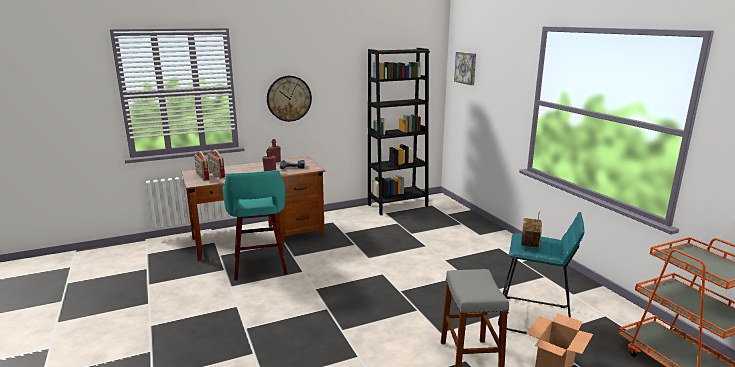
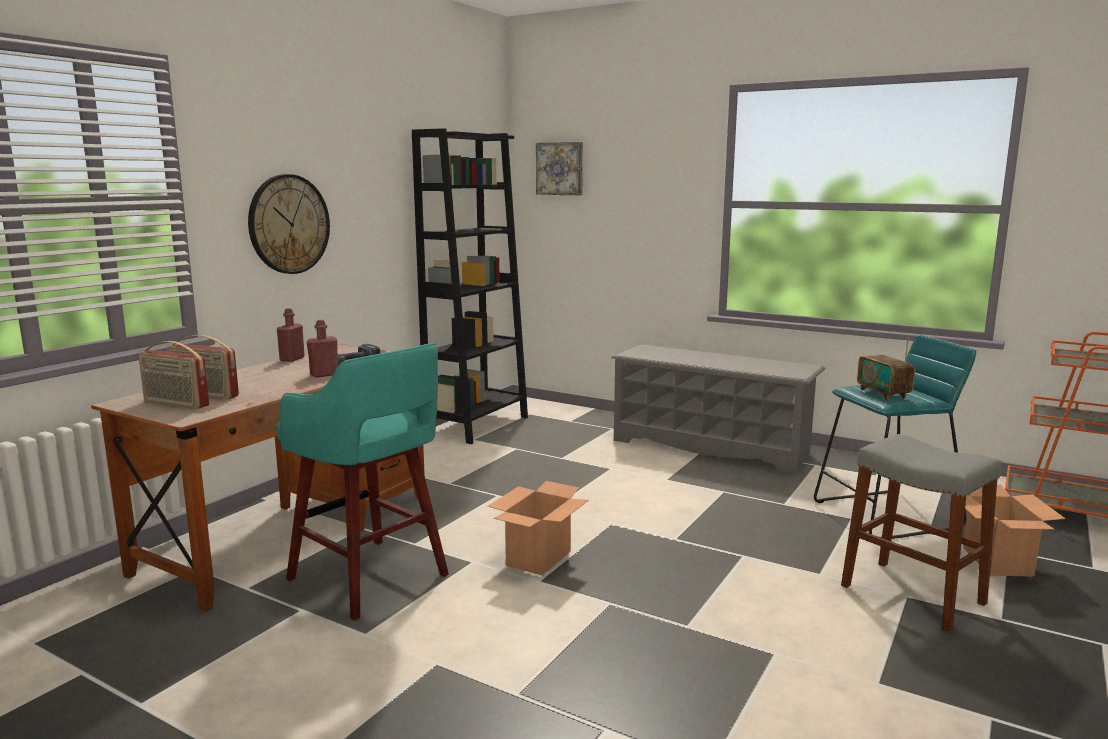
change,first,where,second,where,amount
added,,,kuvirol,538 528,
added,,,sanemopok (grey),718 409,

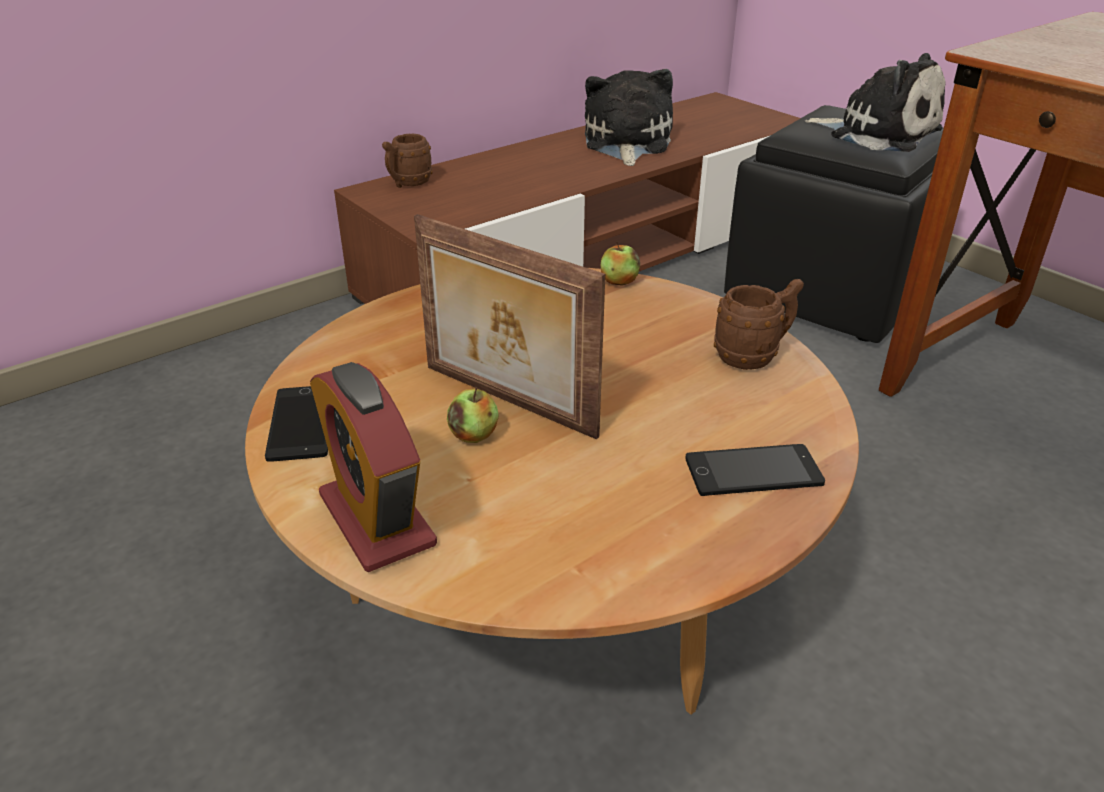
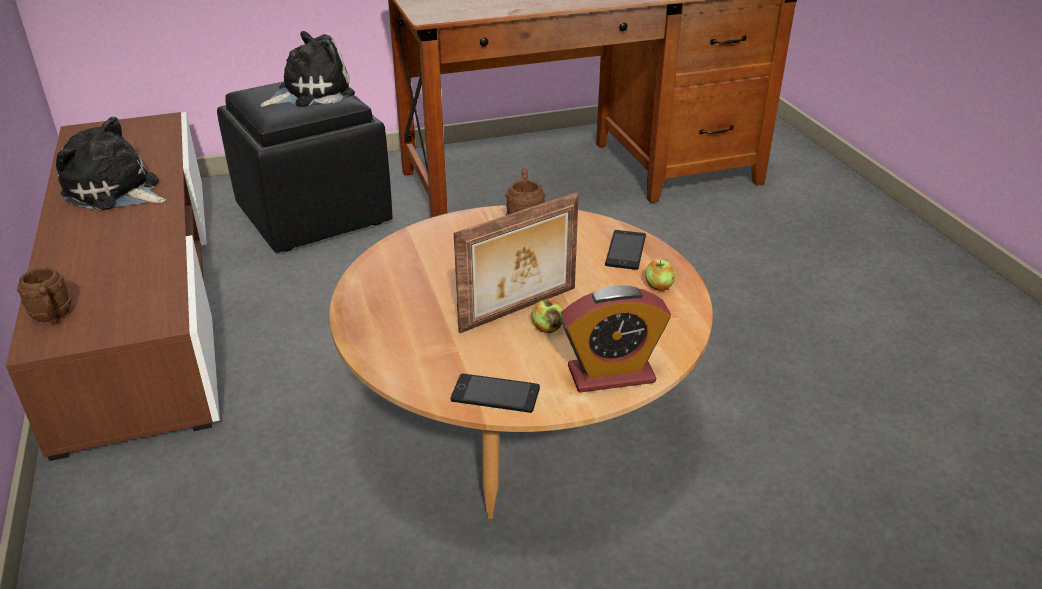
change,first,where,second,where,amount
moved,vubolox,620 263,,660 275,

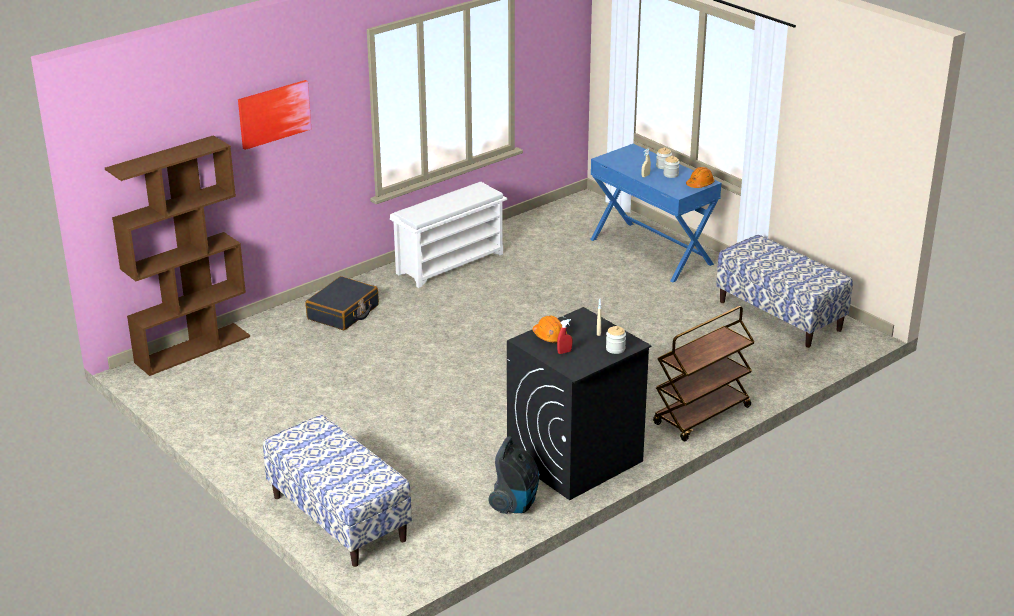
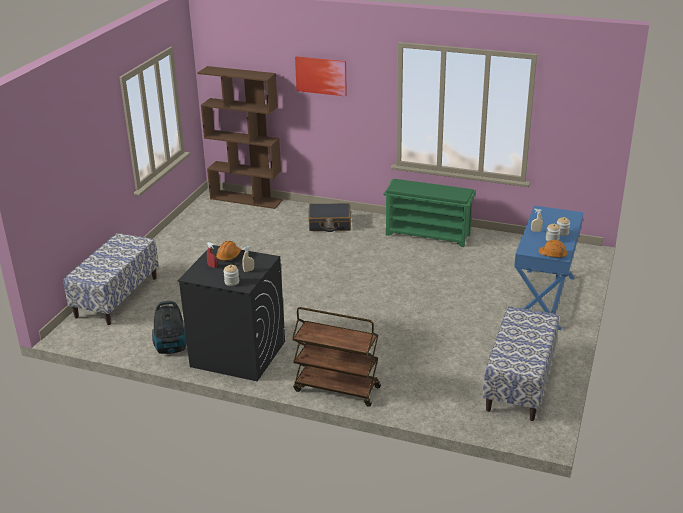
change,first,where,second,where,amount
recoloured,sanemopok (white),448 235,sanemopok (green),429 213,

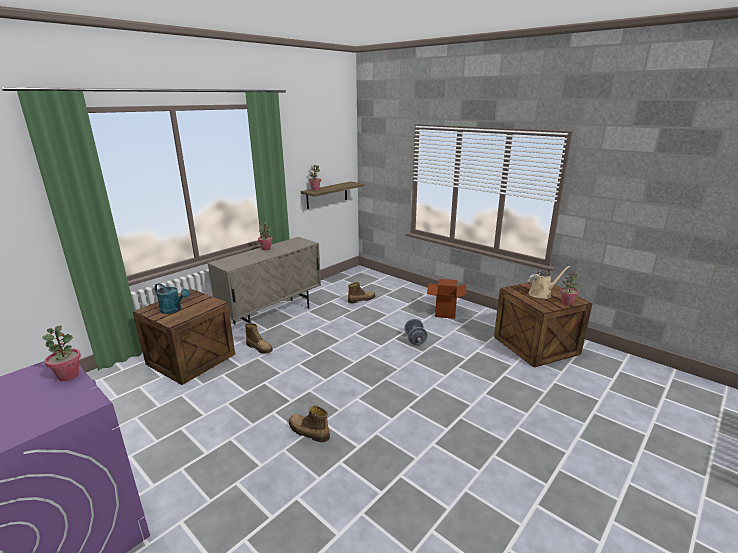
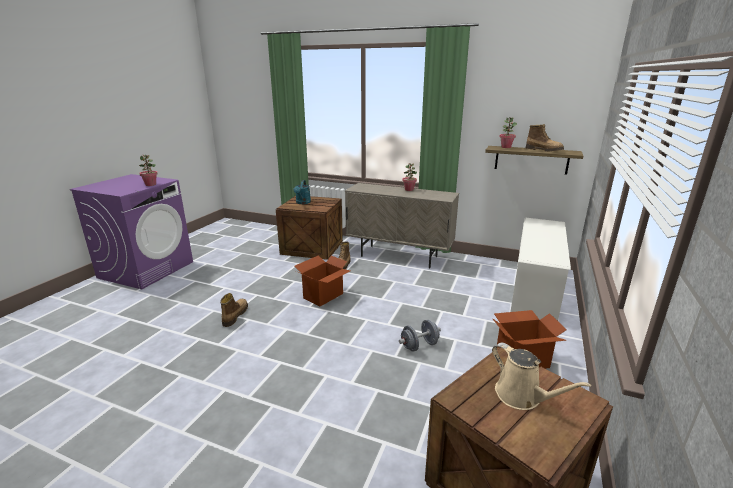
change,first,where,second,where,amount
removed,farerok,569 289,,,
added,,,kuvirol,322 280,
added,,,sanemopok (white),540 269,
moved,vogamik,361 292,,545 138,

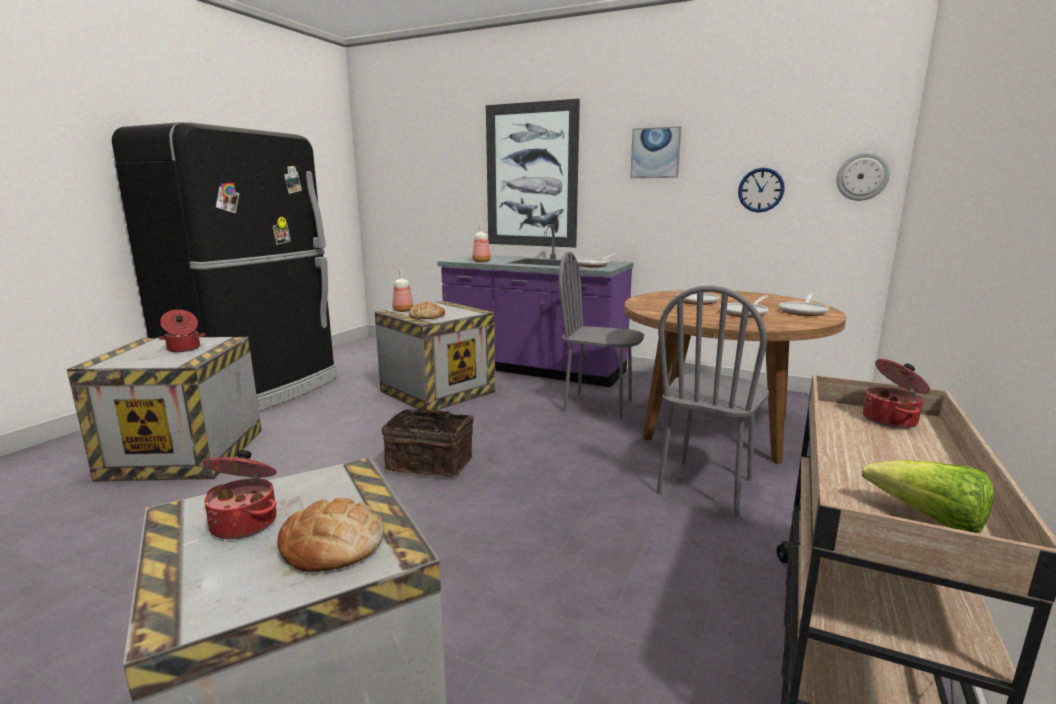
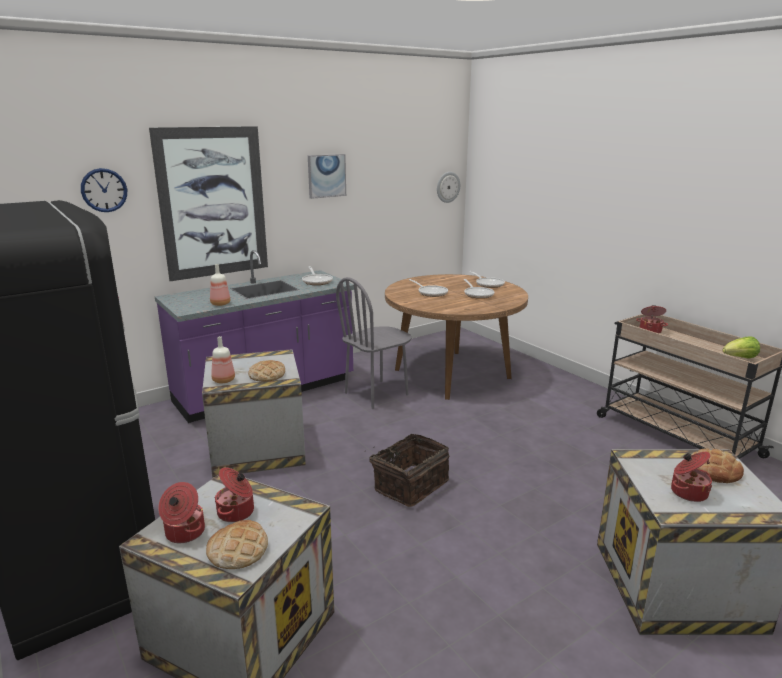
change,first,where,second,where,amount
removed,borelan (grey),713 401,,,
added,,,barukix,181 512,
added,,,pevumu,237 544,
moved,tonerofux,761 190,,104 190,

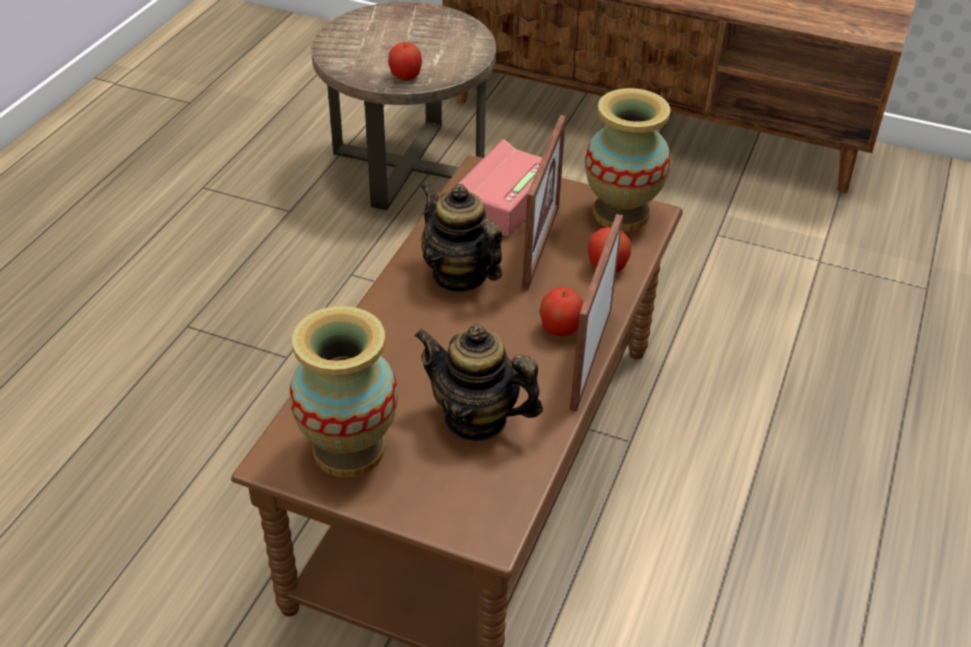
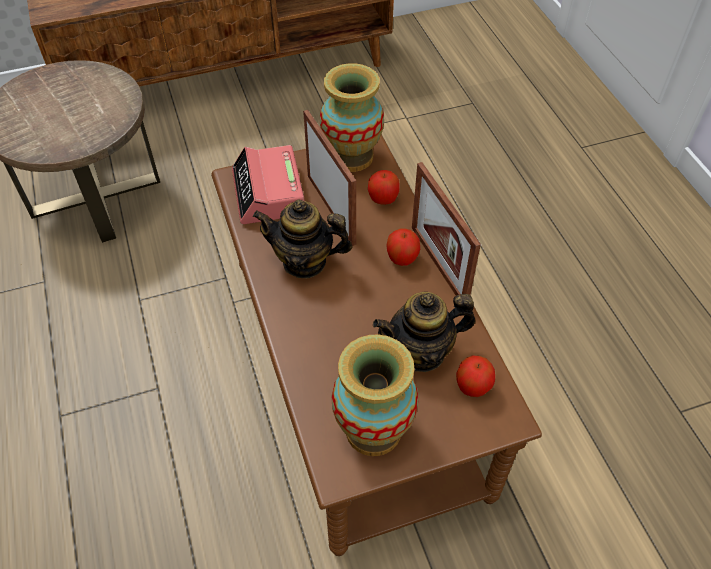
change,first,where,second,where,amount
moved,vubolox,405 61,,475 376,

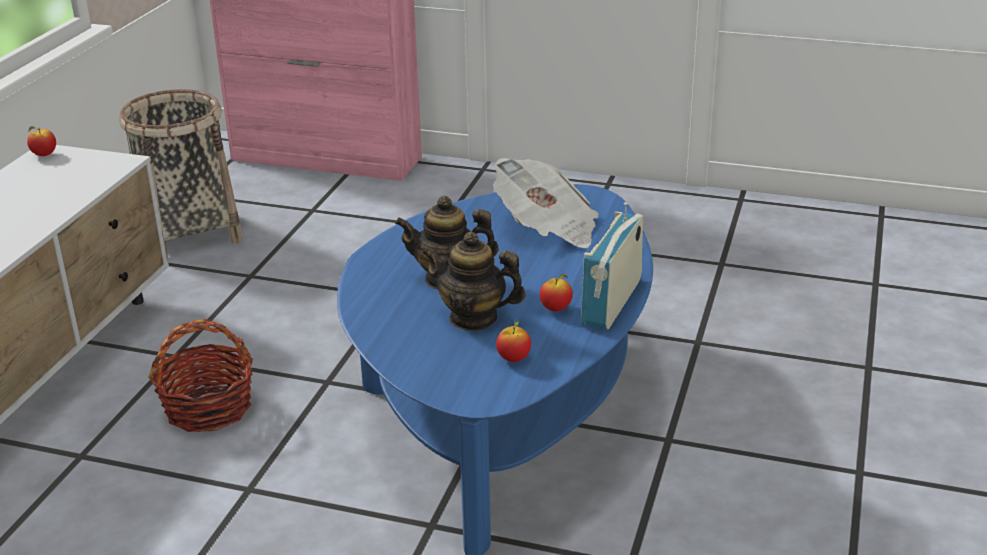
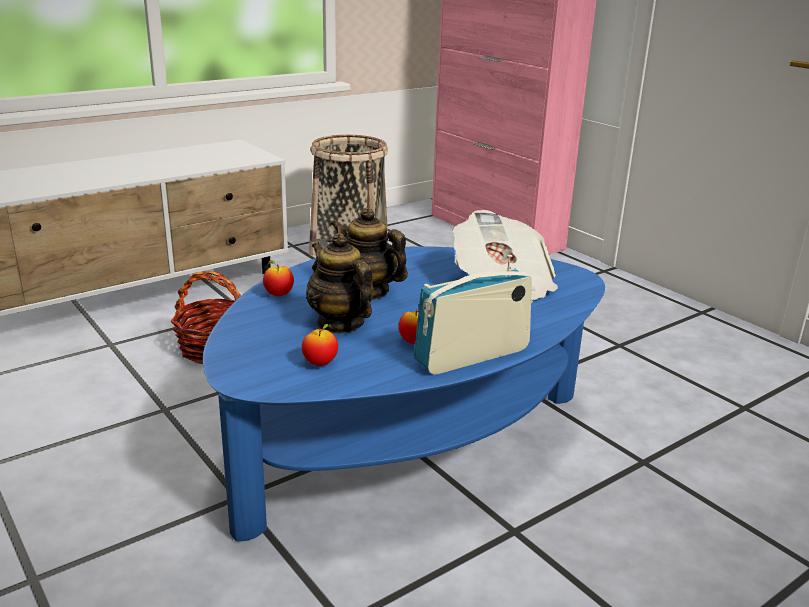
change,first,where,second,where,amount
moved,vubolox,41 141,,278 278,

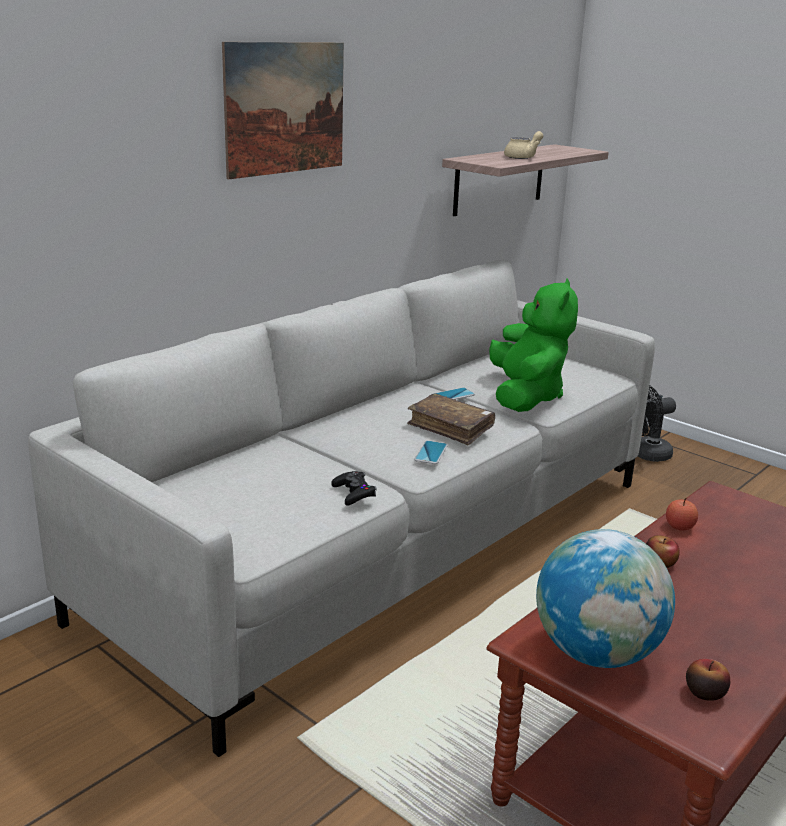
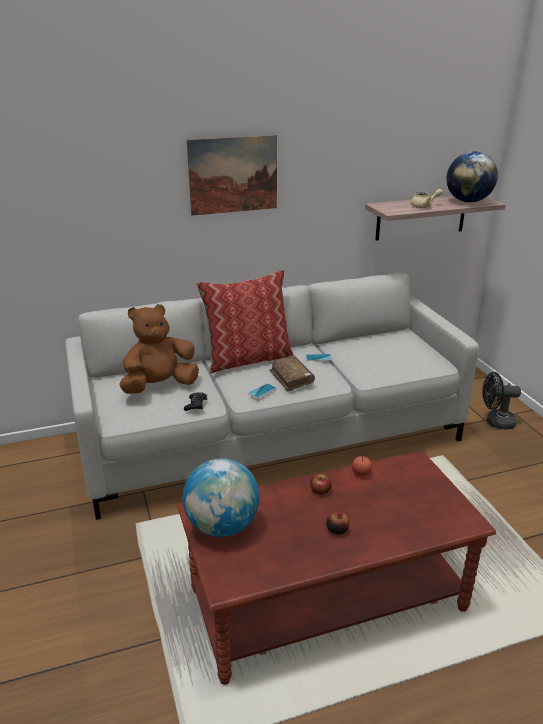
change,first,where,second,where,amount
removed,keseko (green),533 345,,,
added,,,keseko (brown),159 349,
added,,,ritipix,245 321,
added,,,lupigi,472 177,
moved,vubolox,708 680,,338 523,

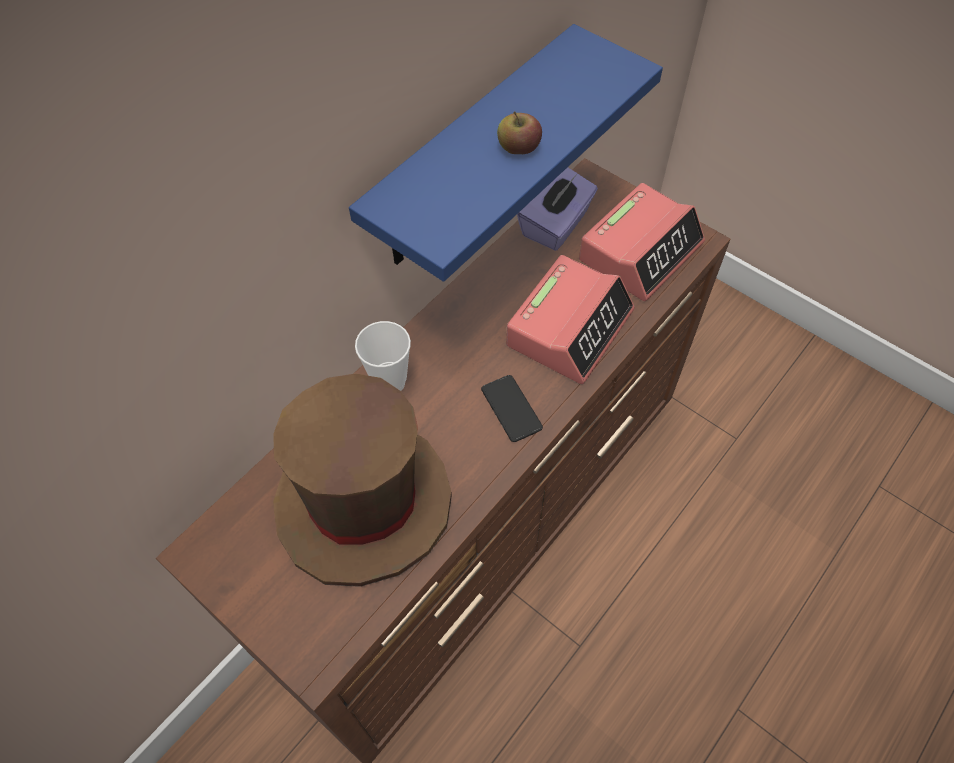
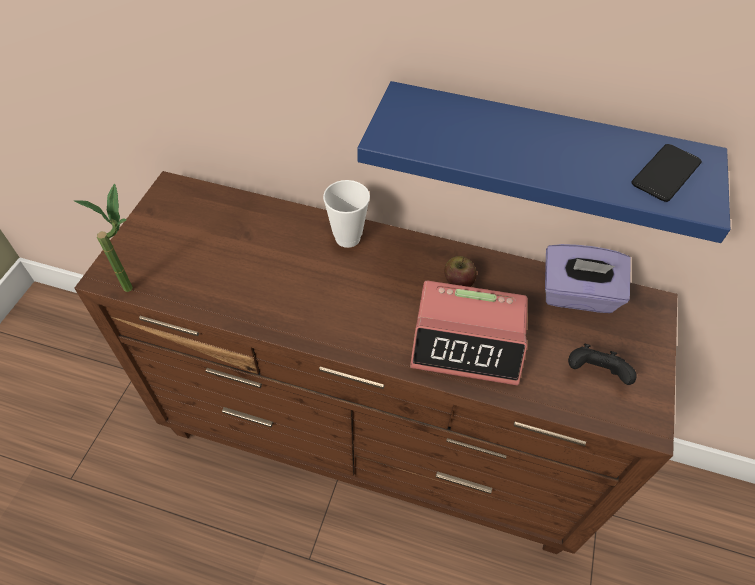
change,first,where,second,where,amount
removed,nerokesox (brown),362 480,,,
added,,,farerok,103 237,
moved,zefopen,512 408,,667 173,
moved,vubolox,519 132,,460 271,
replaced,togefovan,642 242,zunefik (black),602 364,

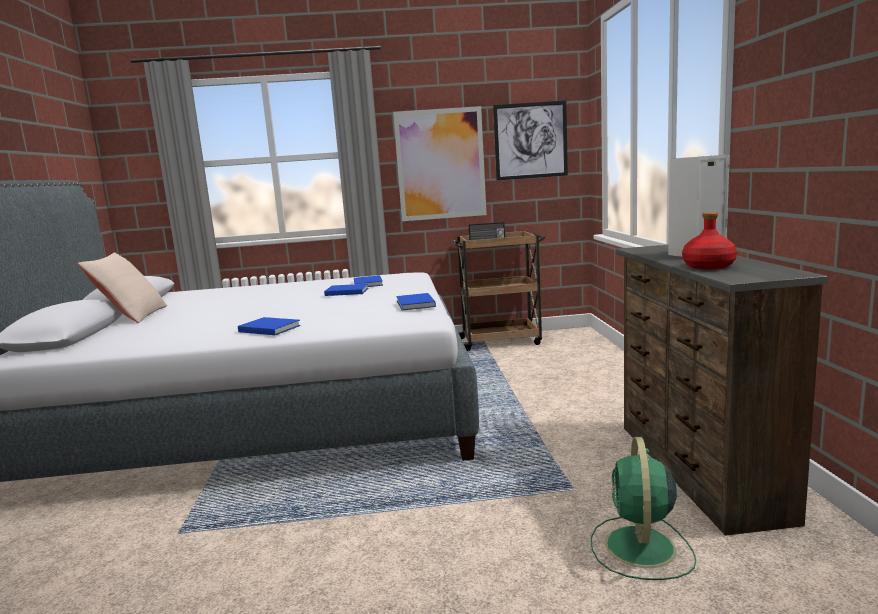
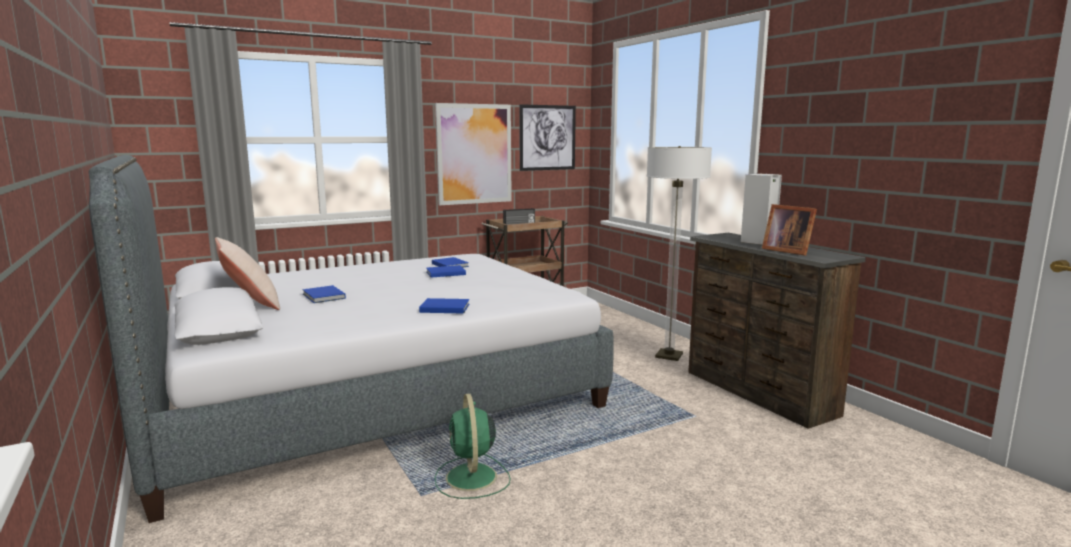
change,first,where,second,where,amount
added,,,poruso,679 253,
moved,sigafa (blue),416 301,,324 294,
moved,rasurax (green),643 508,,473 446,
replaced,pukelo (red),709 240,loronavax,789 230,

